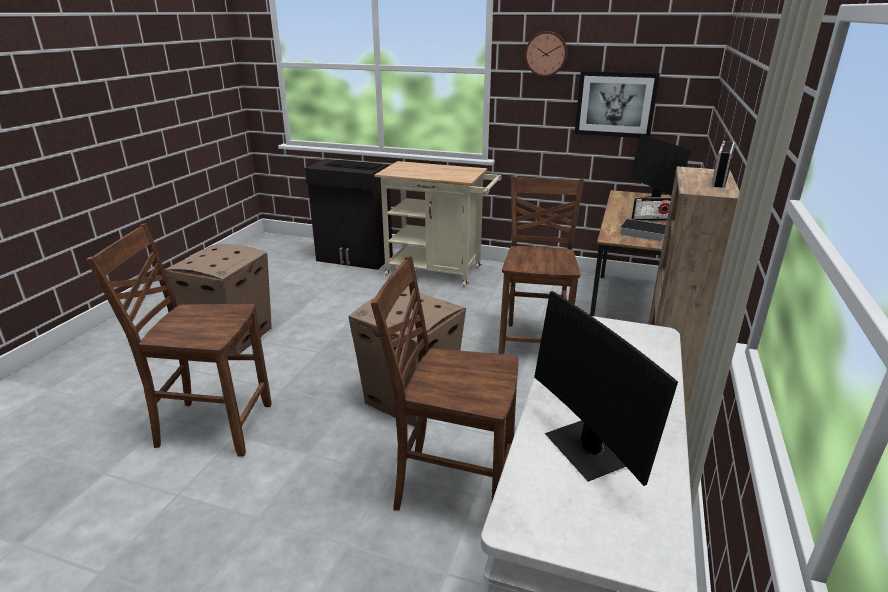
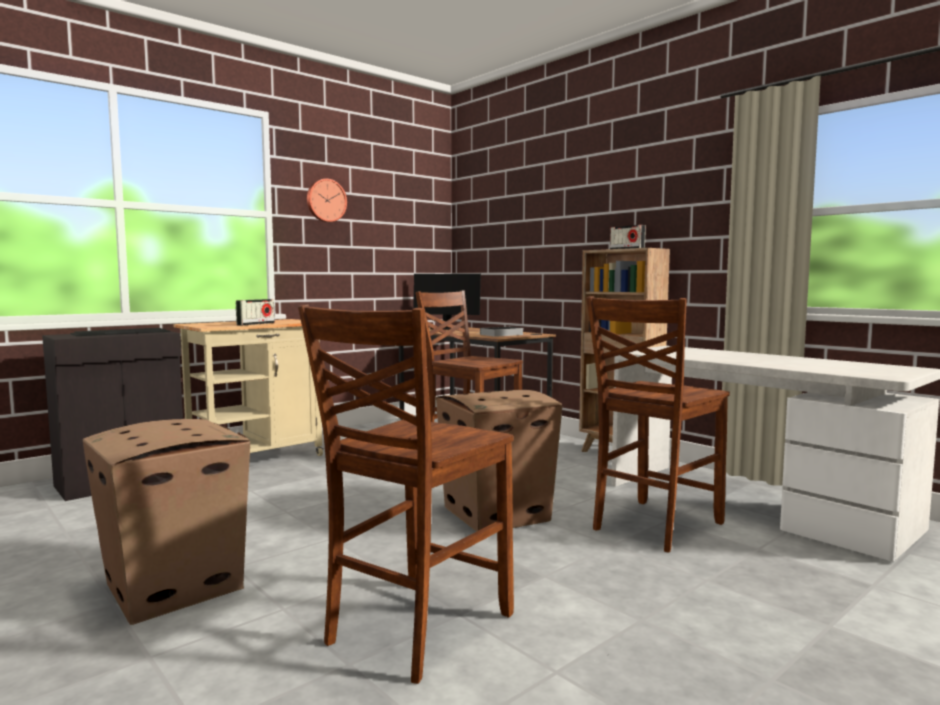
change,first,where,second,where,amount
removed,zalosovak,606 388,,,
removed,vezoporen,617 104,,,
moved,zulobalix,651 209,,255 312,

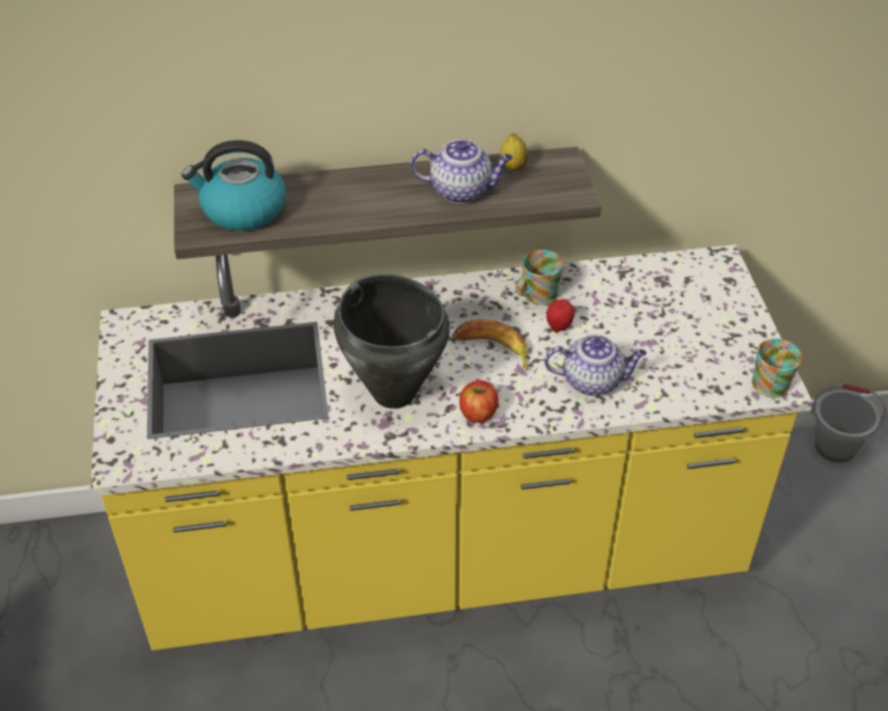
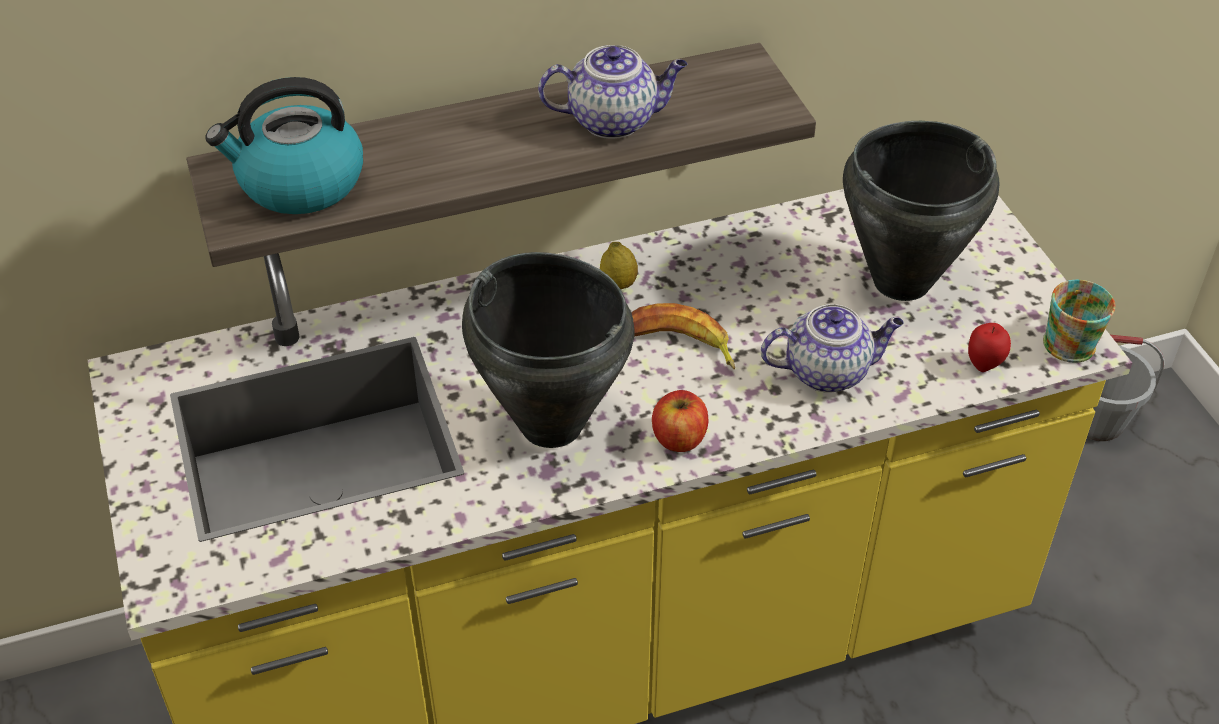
change,first,where,second,where,amount
removed,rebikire,539 277,,,
added,,,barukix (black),921 211,
moved,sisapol,514 151,,619 265,
moved,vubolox,560 315,,989 347,

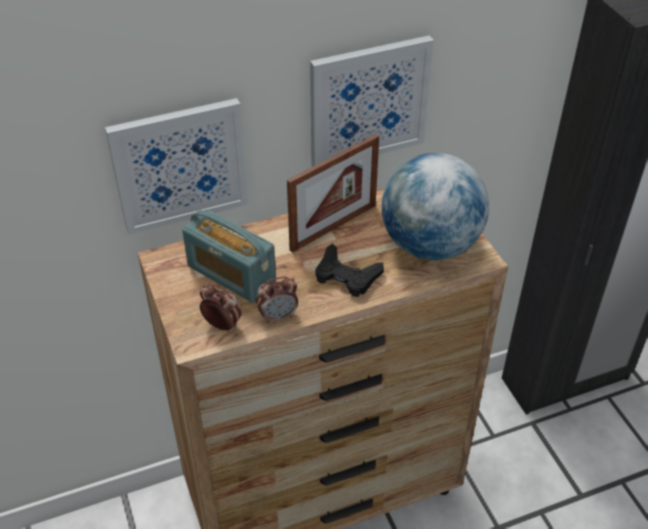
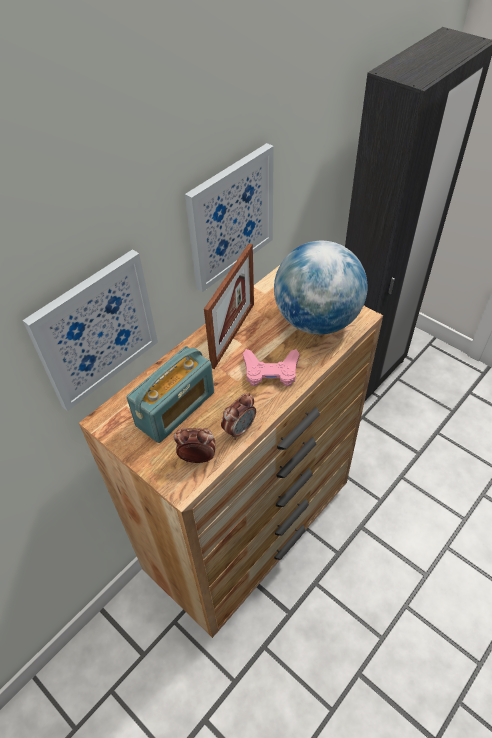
change,first,where,second,where,amount
recoloured,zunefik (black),349 270,zunefik (pink),271 368,
turned,zulobalix,229 256,,170 394,60 degrees counterclockwise

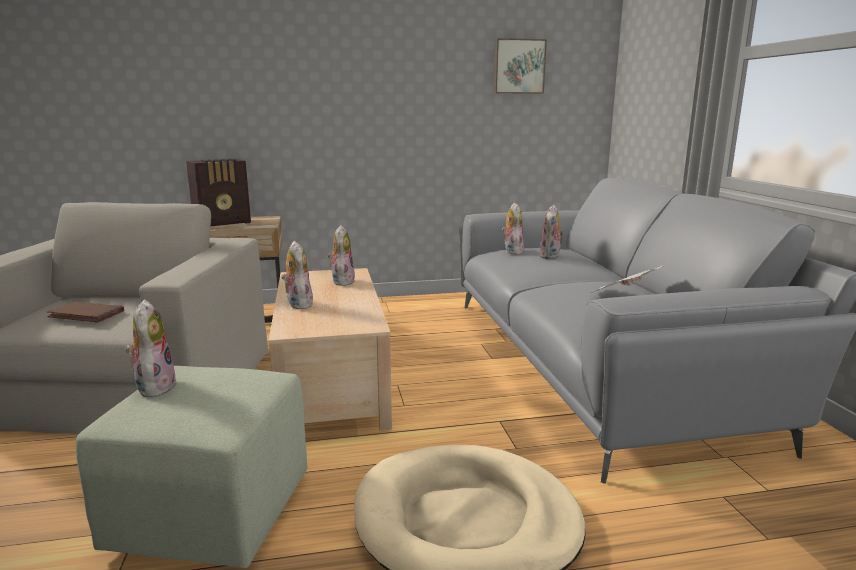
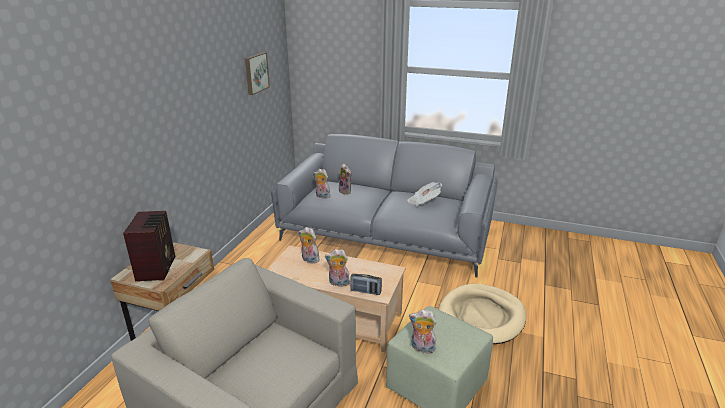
change,first,where,second,where,amount
removed,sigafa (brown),85 312,,,
added,,,zulobalix,366 284,

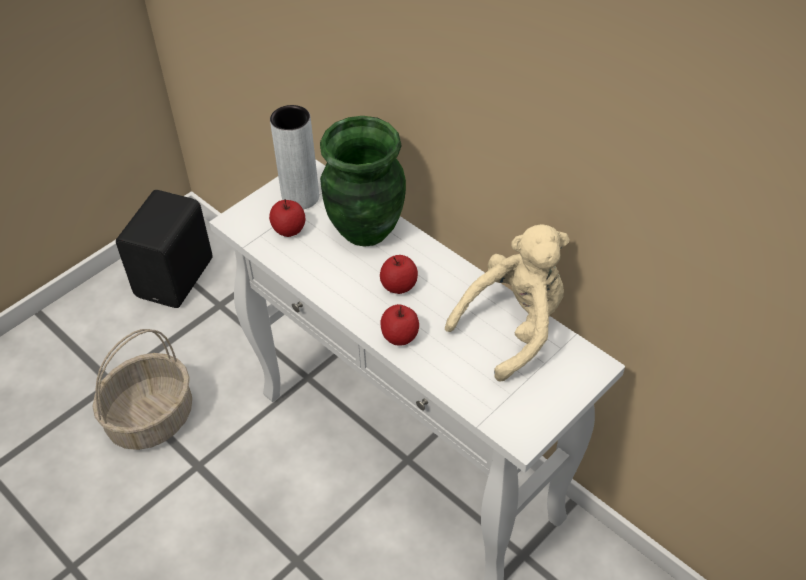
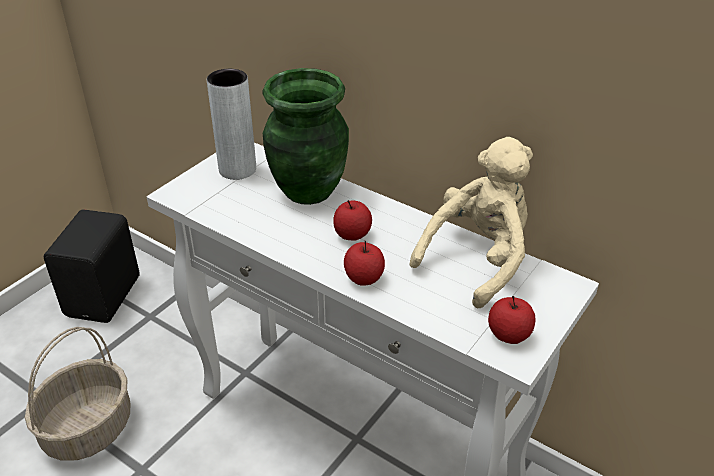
change,first,where,second,where,amount
moved,vubolox,287 218,,512 320,

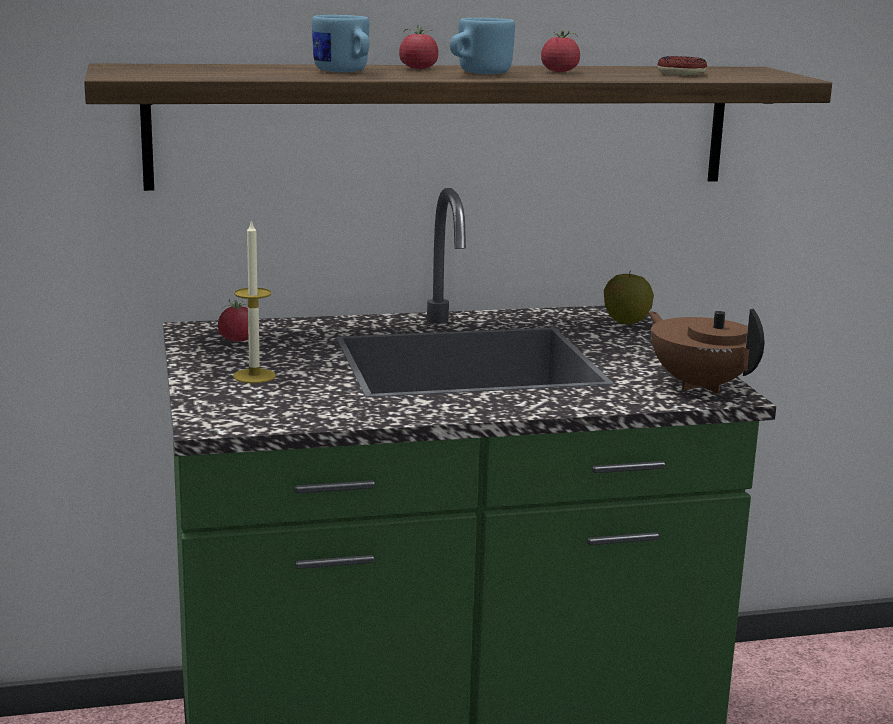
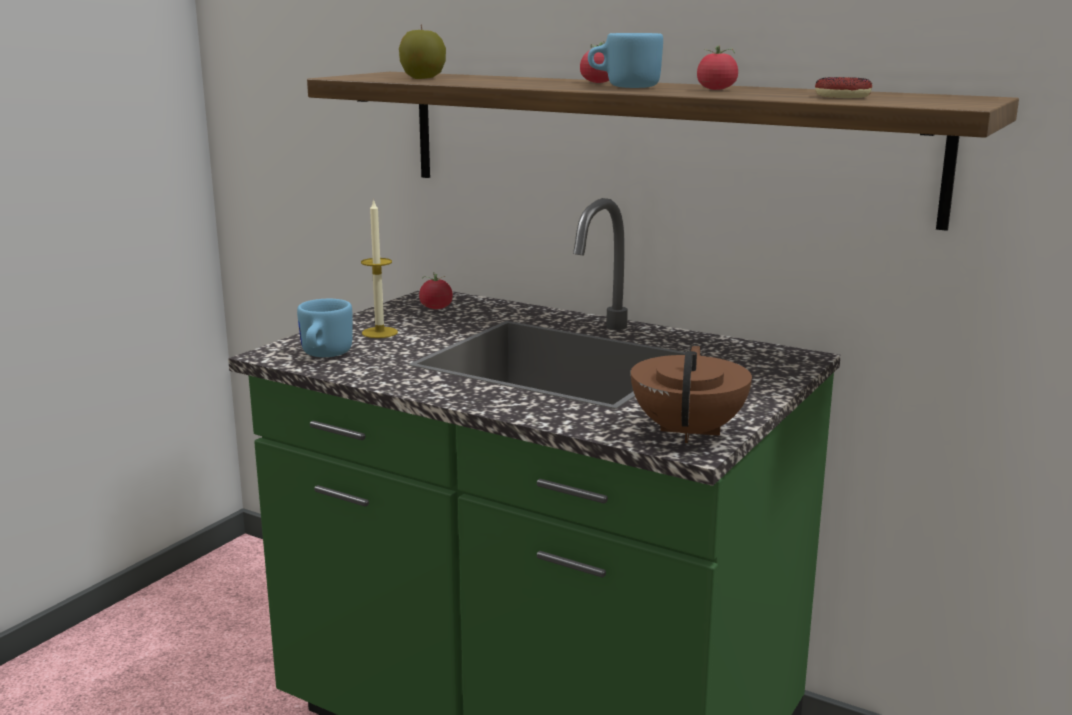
change,first,where,second,where,amount
moved,rebikire (blue),340 43,,325 328,
moved,vubolox,629 299,,422 51,

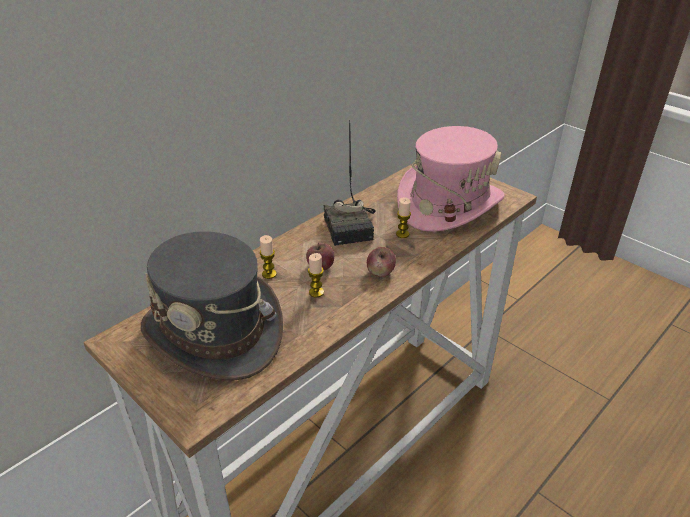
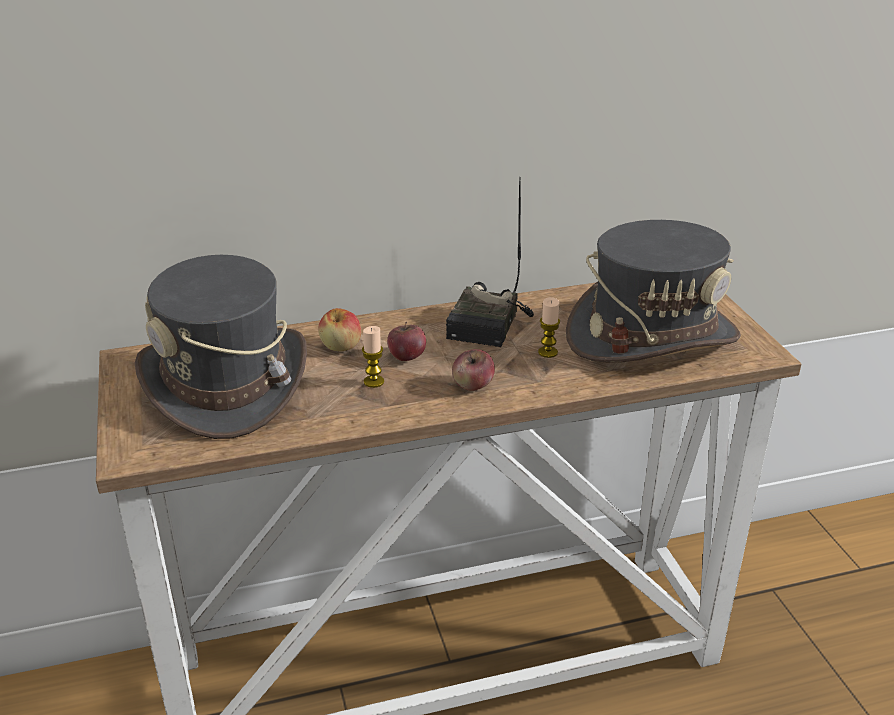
change,first,where,second,where,amount
replaced,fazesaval,268 257,vubolox,339 329,
recoloured,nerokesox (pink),451 179,nerokesox (grey),653 291,

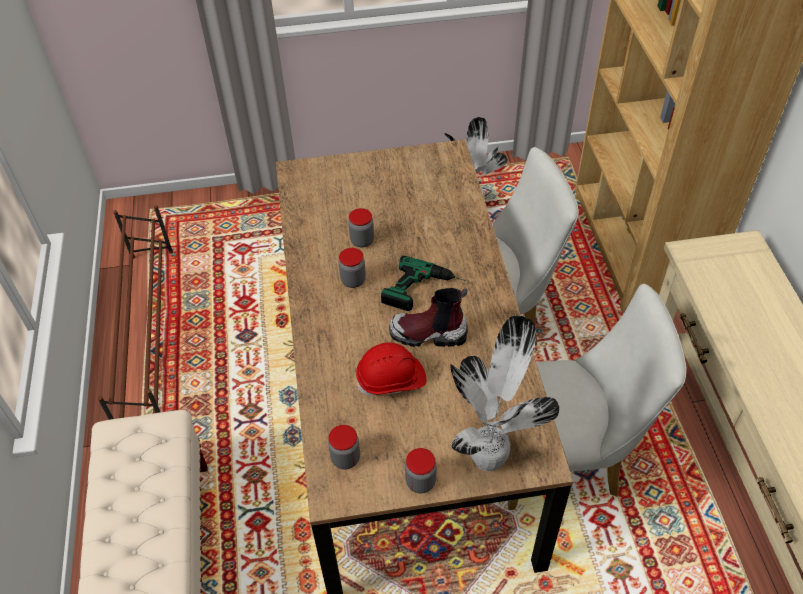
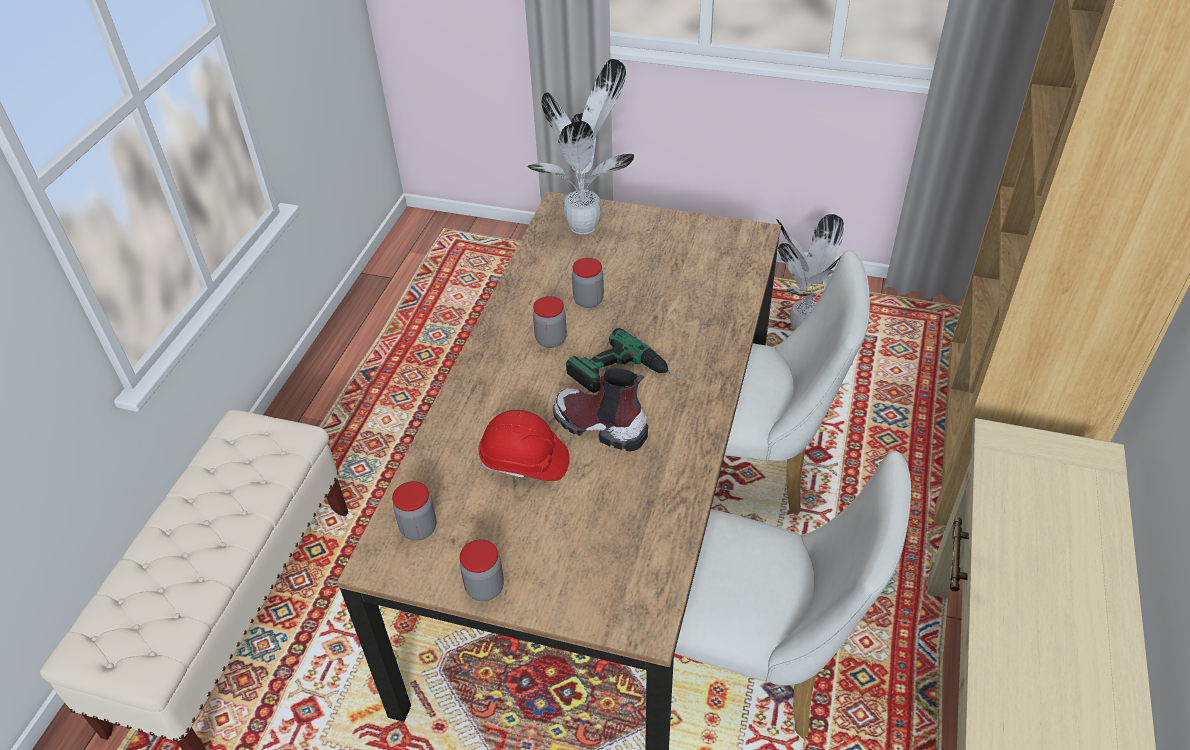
change,first,where,second,where,amount
removed,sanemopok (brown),135 312,,,
moved,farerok,504 394,,580 147,

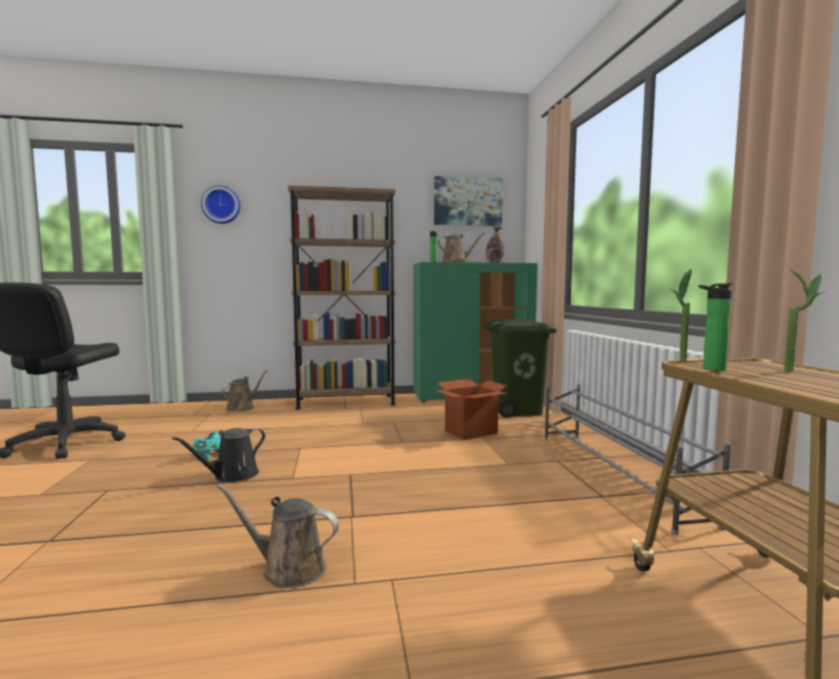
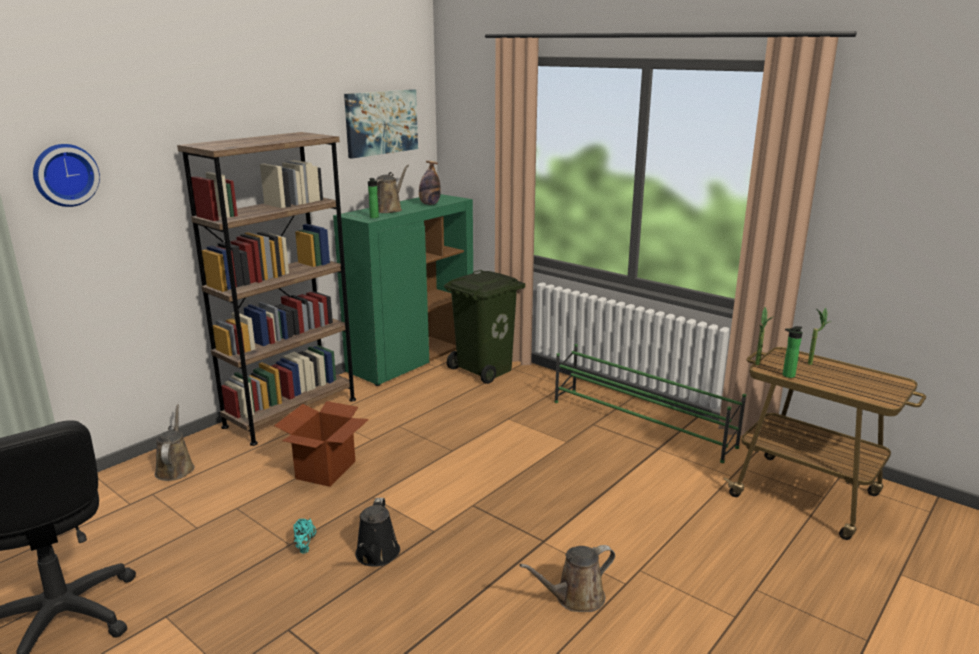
change,first,where,second,where,amount
moved,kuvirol,471 409,,321 444,
recoloured,sanemopok (grey),637 459,sanemopok (green),650 403,

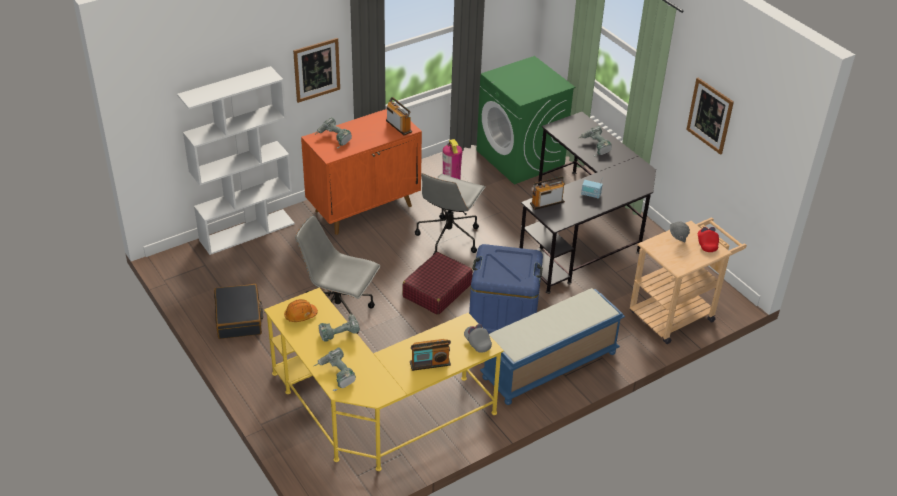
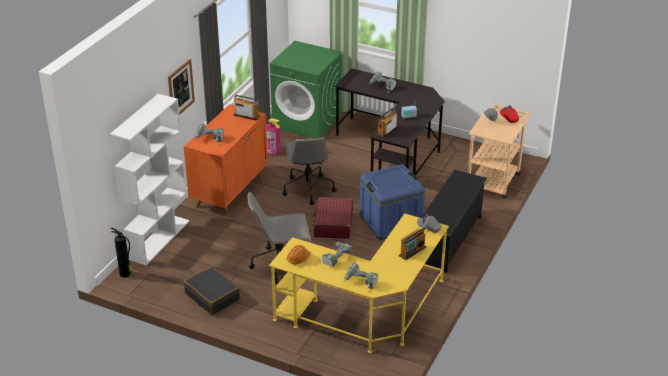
change,first,where,second,where,amount
removed,vezoporen,710 116,,,
added,,,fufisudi,121 252,
replaced,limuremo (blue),552 346,sanemopok (black),454 221,

